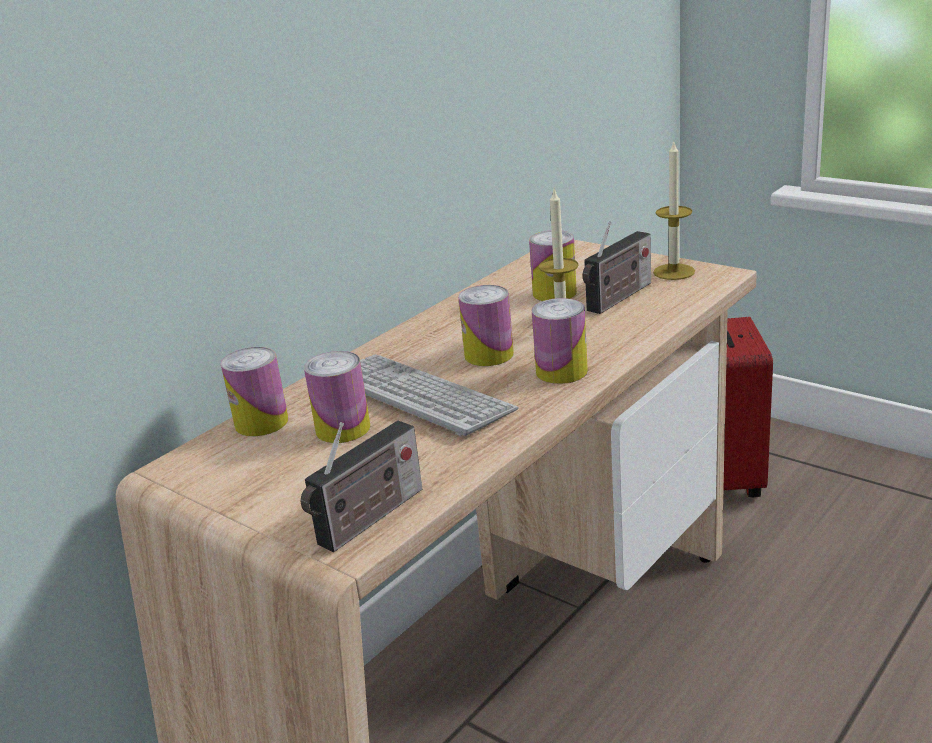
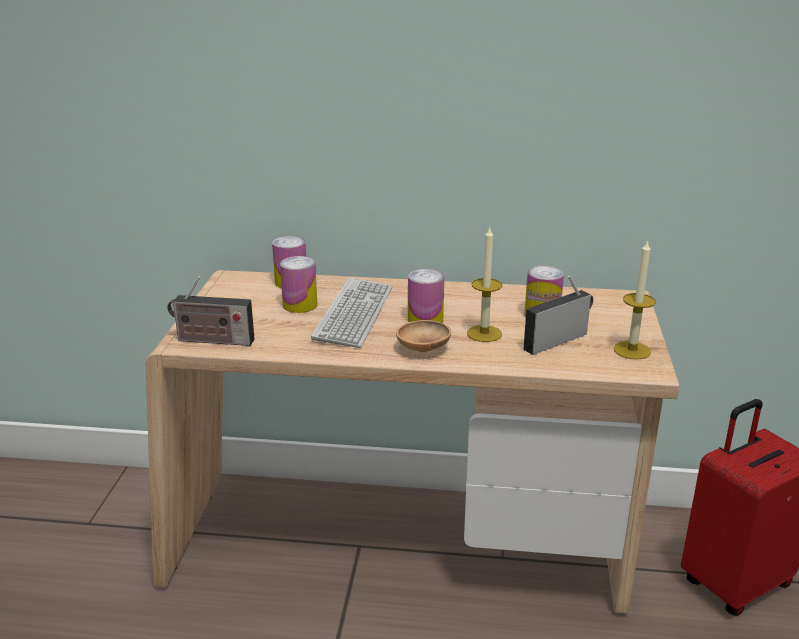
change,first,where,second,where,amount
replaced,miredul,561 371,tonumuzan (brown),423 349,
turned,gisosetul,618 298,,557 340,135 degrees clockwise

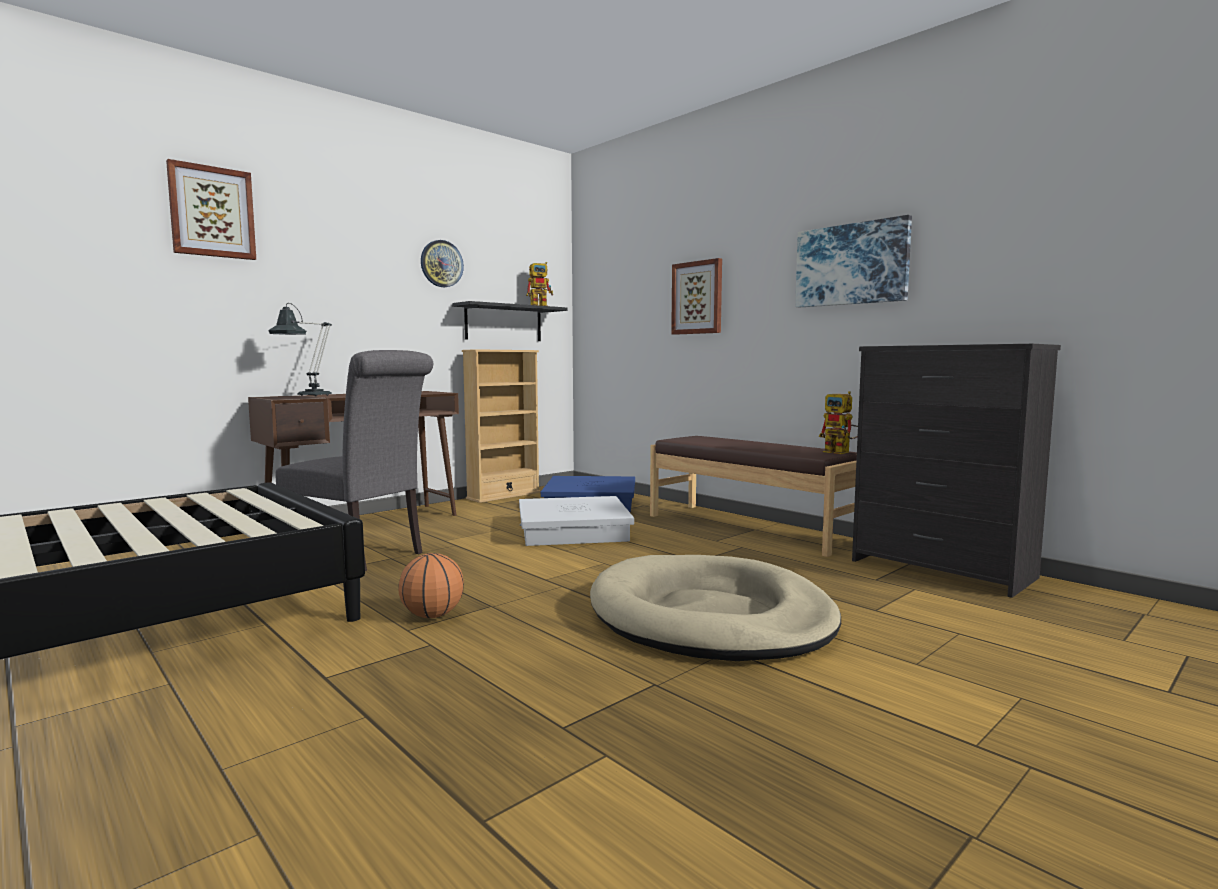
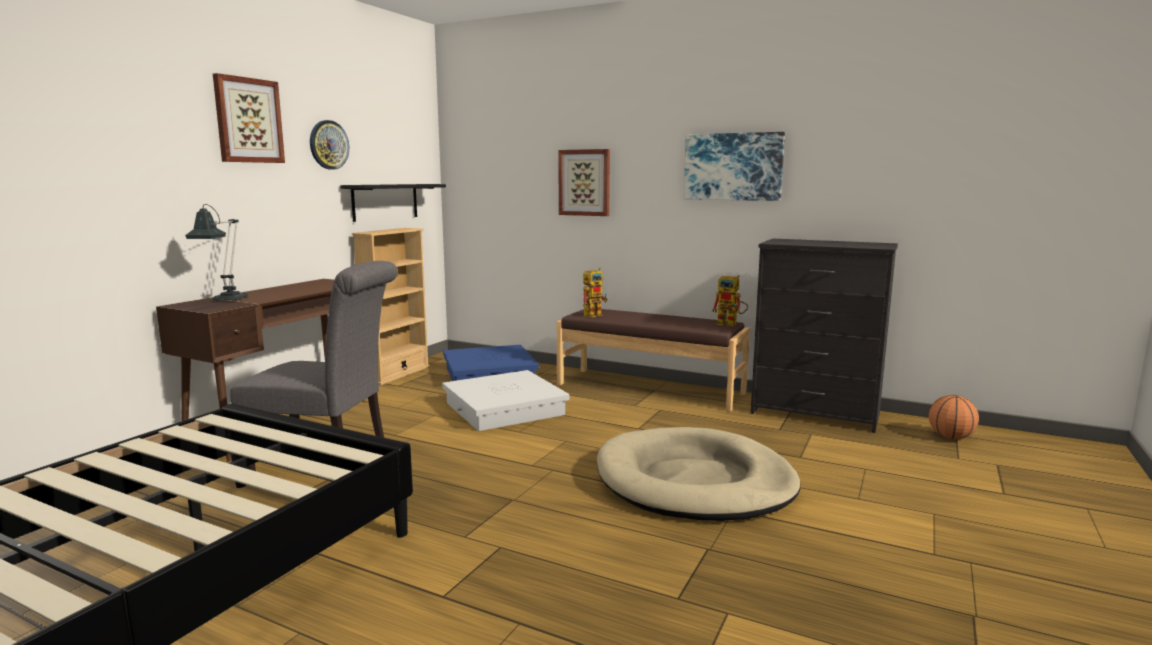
change,first,where,second,where,amount
moved,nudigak,212 212,,248 120,
moved,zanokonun,542 307,,594 314,
moved,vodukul,432 615,,950 437,

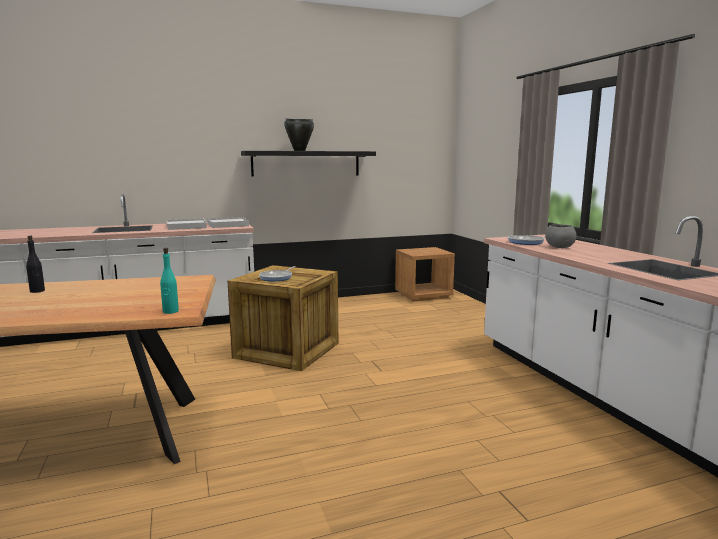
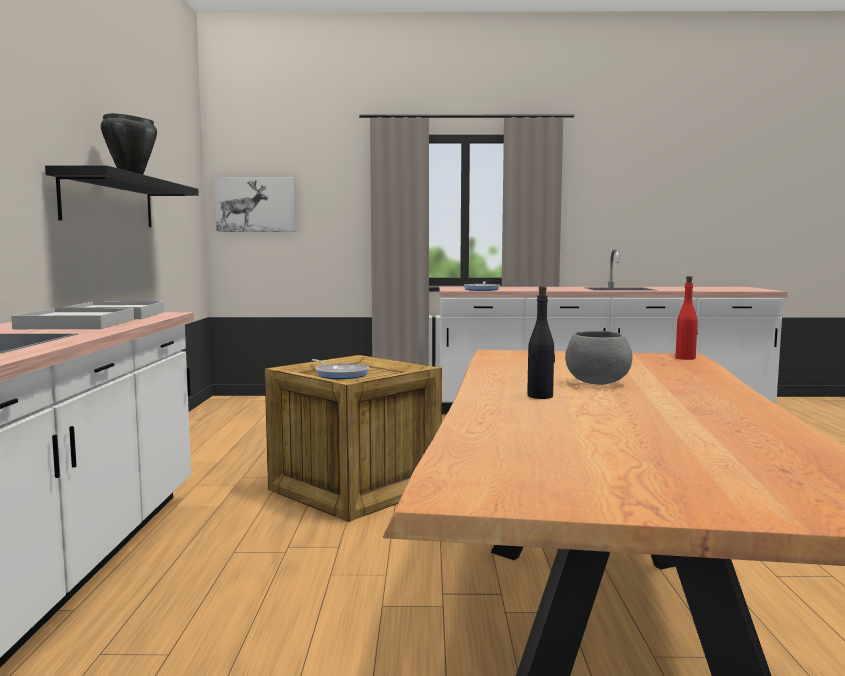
change,first,where,second,where,amount
added,,,nudigak,256 204,
moved,tonumuzan (grey),559 247,,596 382,
recoloured,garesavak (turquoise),170 311,garesavak (red),685 358,
removed,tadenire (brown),423 295,,,

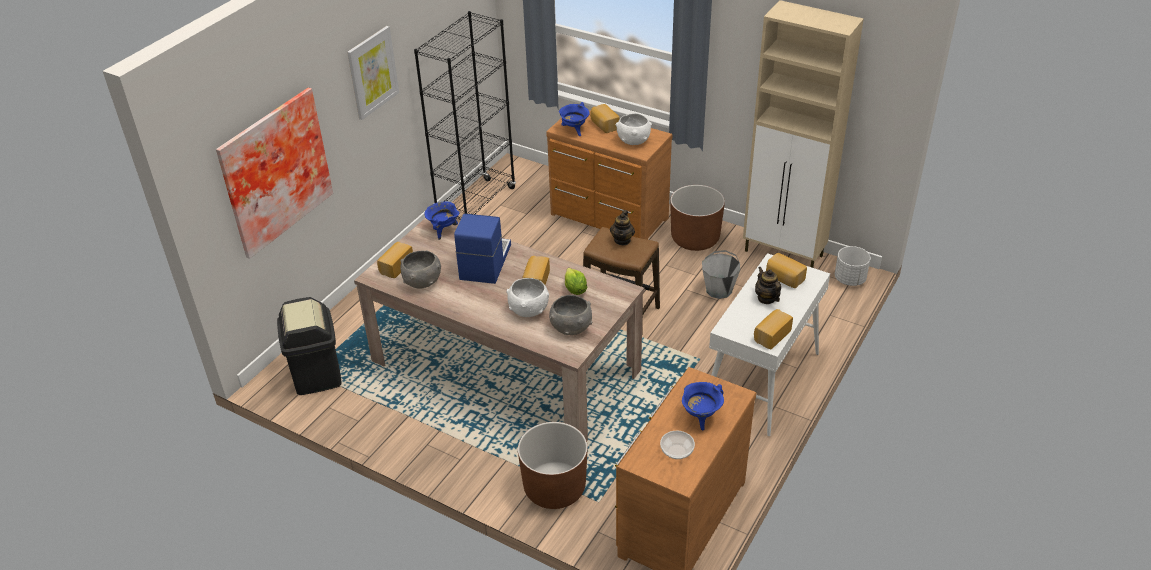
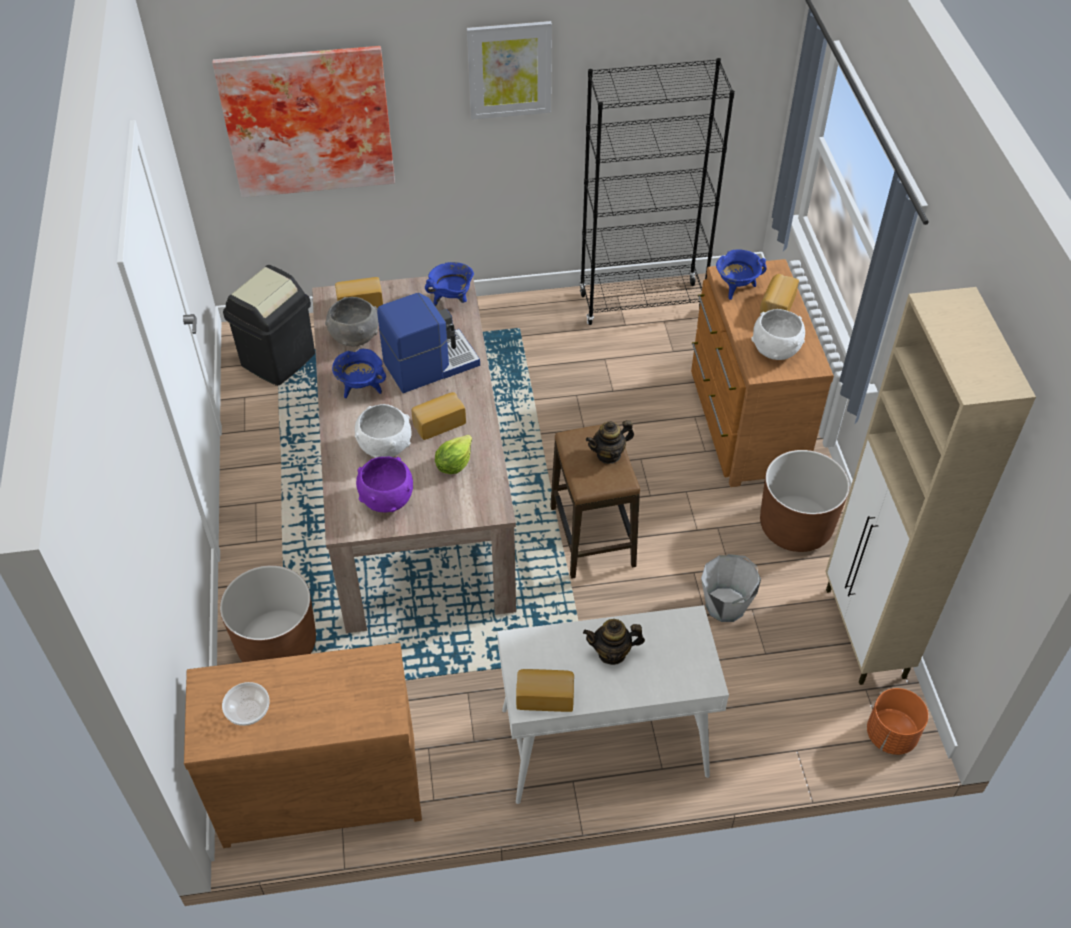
change,first,where,second,where,amount
moved,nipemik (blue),701 417,,361 388,
recoloured,tonumuzan (grey),571 328,tonumuzan (purple),387 499,
turned,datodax,766 298,,612 653,120 degrees counterclockwise
recoloured,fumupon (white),850 279,fumupon (orange),891 735,
removed,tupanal,784 278,,,

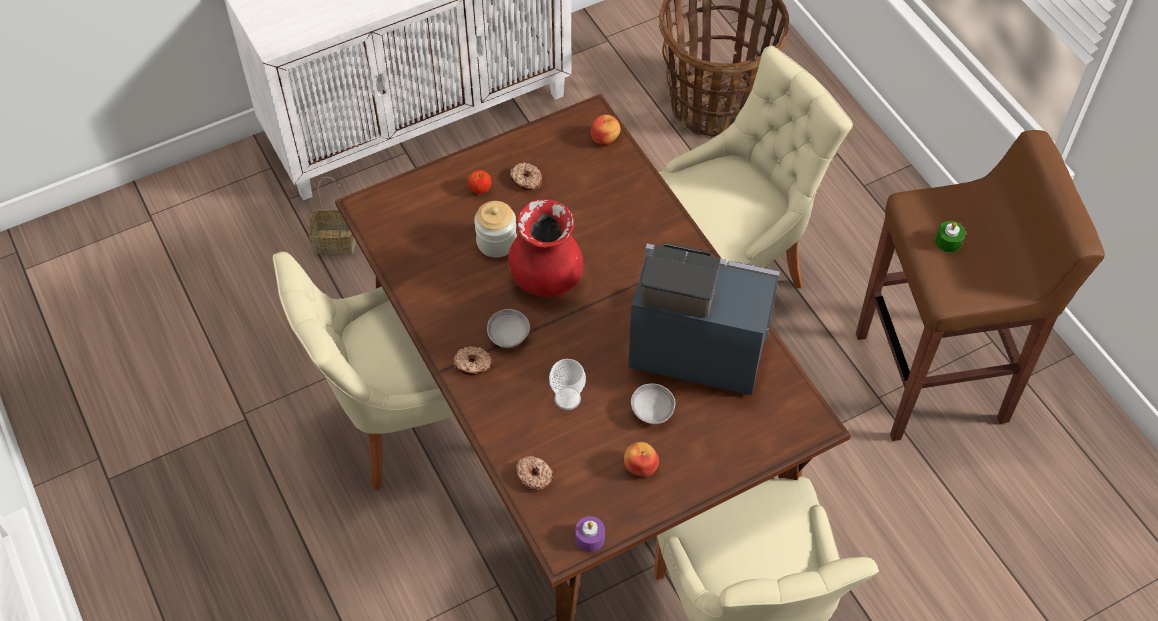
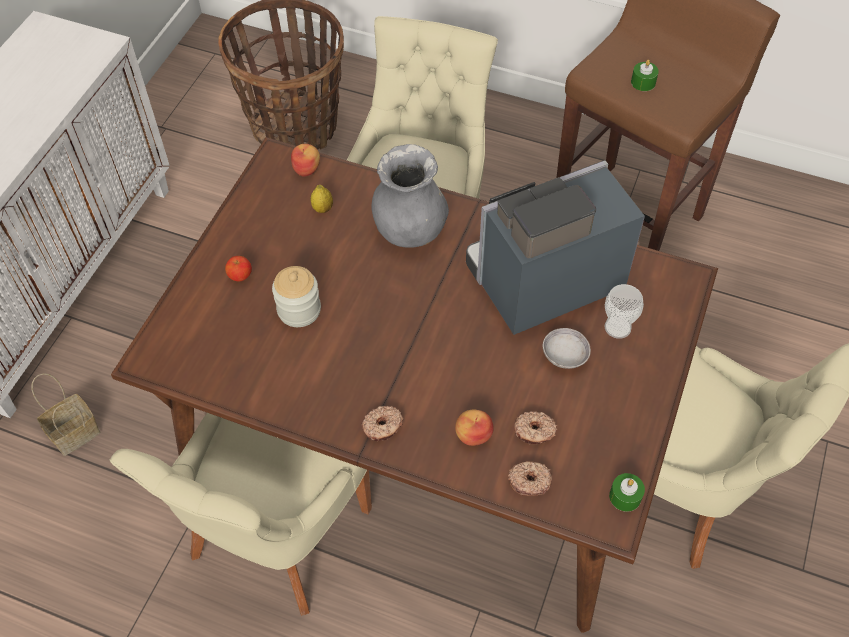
change,first,where,second,where,amount
added,,,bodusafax,322 208,
added,,,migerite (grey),409 230,
moved,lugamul,640 466,,473 434,
moved,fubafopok,526 180,,534 431,
moved,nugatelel,567 399,,617 327,
recoloured,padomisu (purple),590 538,padomisu (green),625 496,
removed,tonumuzan (grey),508 336,,,
removed,migerite (red),546 278,,,

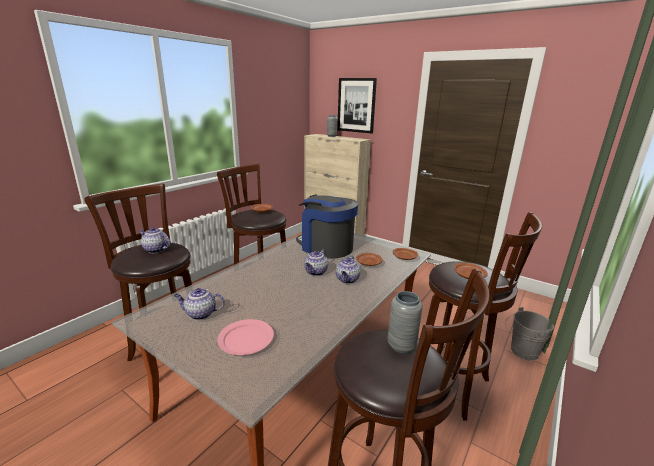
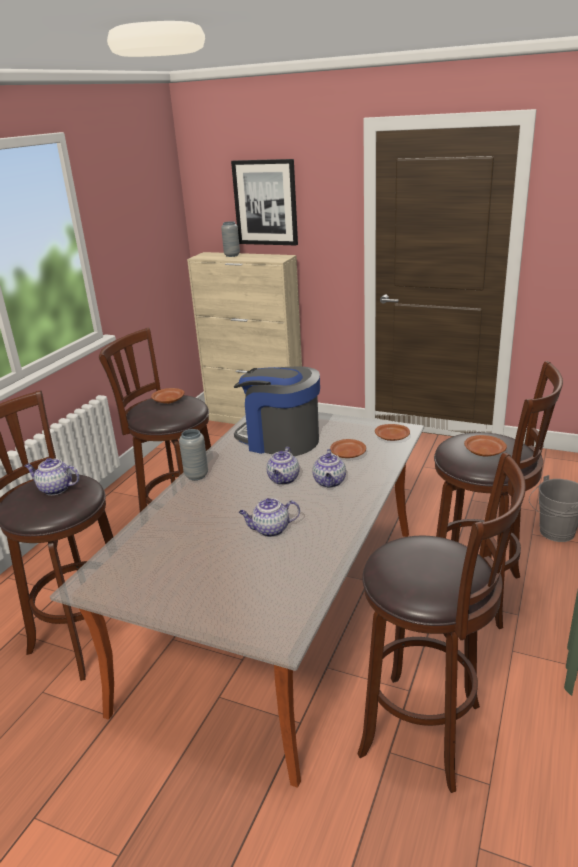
change,first,where,second,where,amount
moved,migerite (grey),401 346,,196 475,
moved,datodax,200 314,,270 530,
removed,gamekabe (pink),245 339,,,

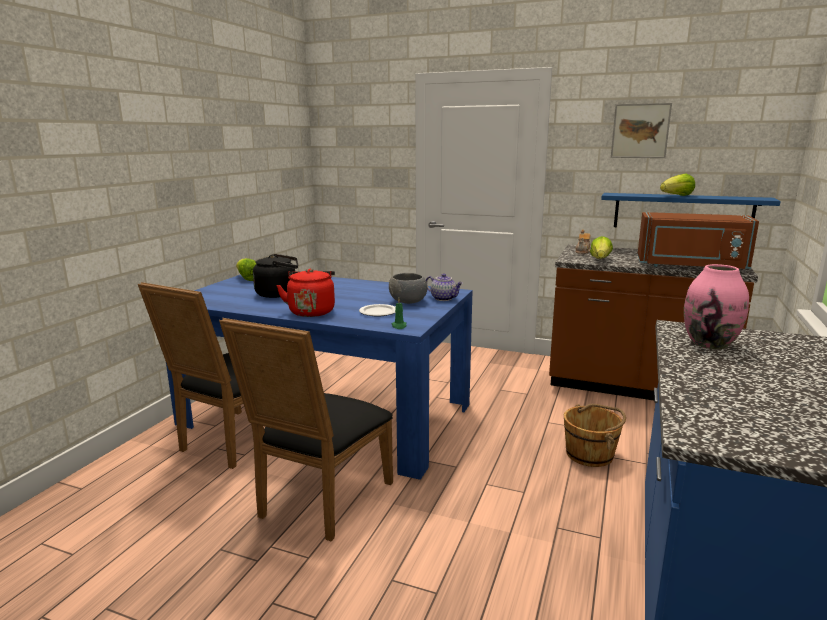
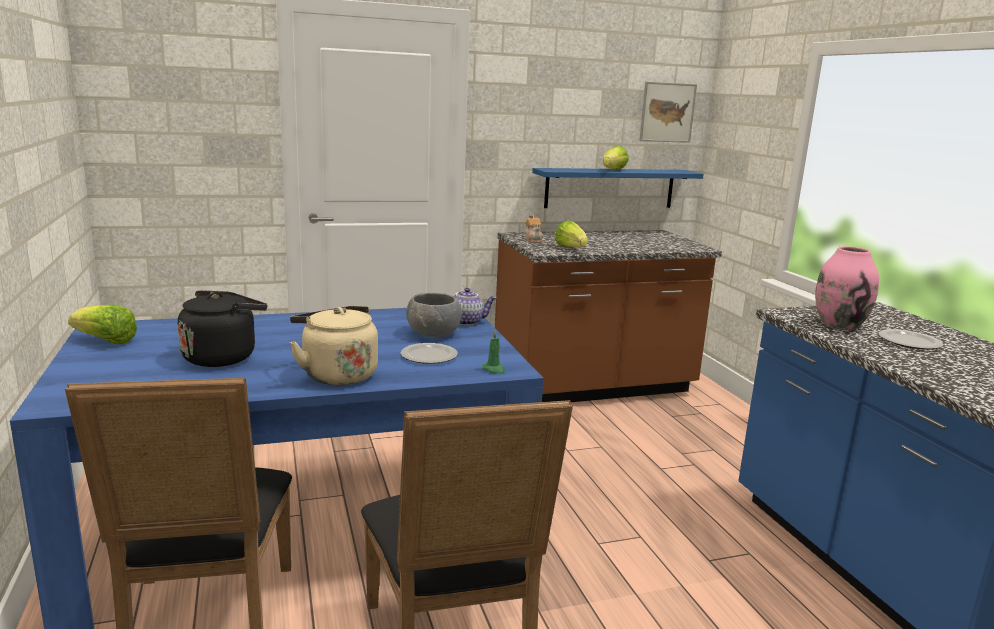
change,first,where,second,where,amount
recoloured,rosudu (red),311 311,rosudu (beige),337 374,
moved,nudigak,640 131,,667 112,
added,,,gamekabe,910 342,
removed,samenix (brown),590 454,,,
removed,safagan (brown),691 266,,,

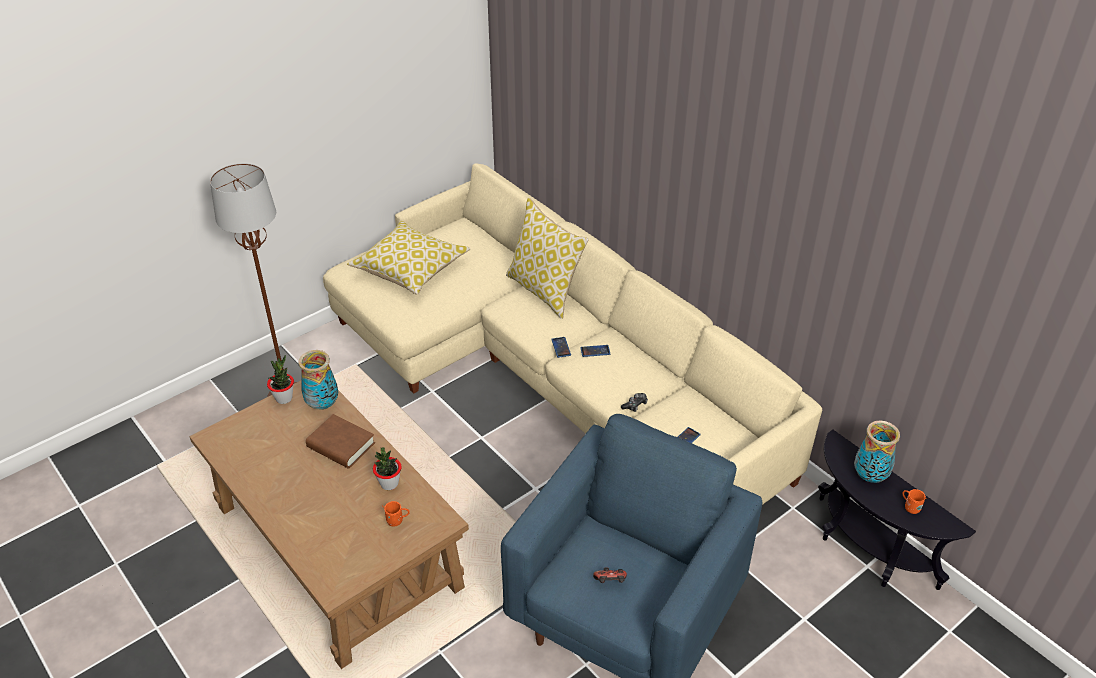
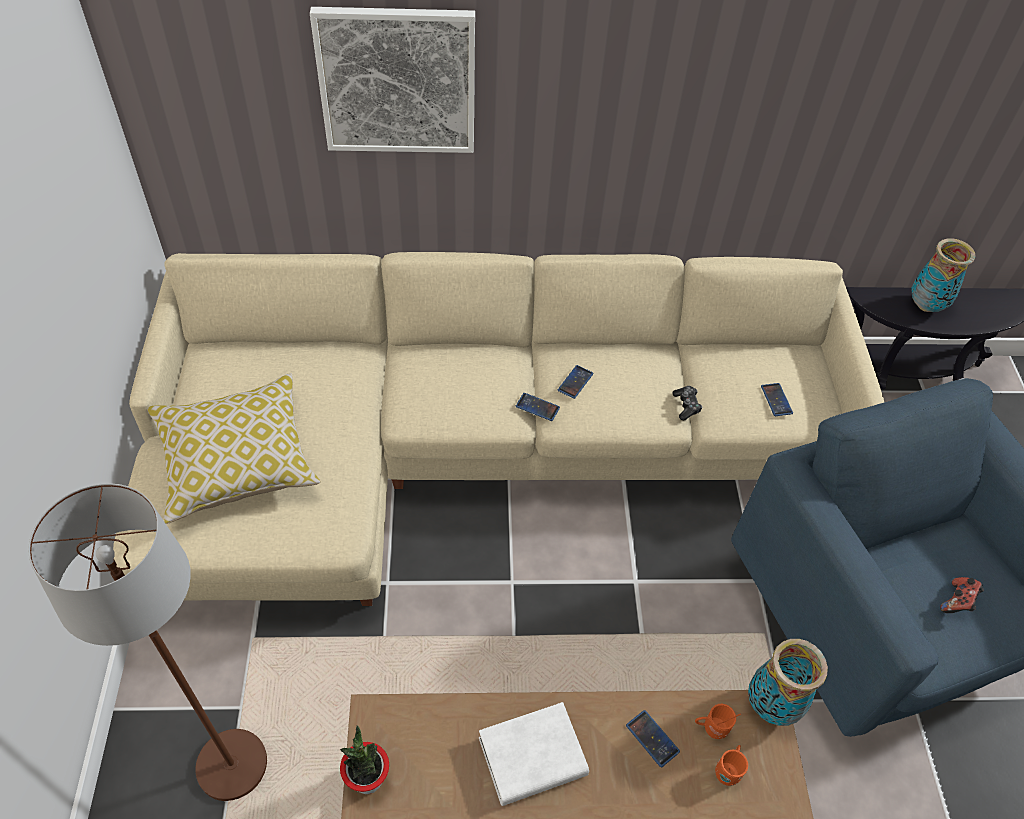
change,first,where,second,where,amount
added,,,nudigak,397 81,
recoloured,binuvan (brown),341 445,binuvan (white),532 757,
replaced,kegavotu,389 483,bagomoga,652 738,
moved,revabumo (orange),910 507,,711 728,
moved,migerite,322 404,,770 705,
removed,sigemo,545 291,,,

